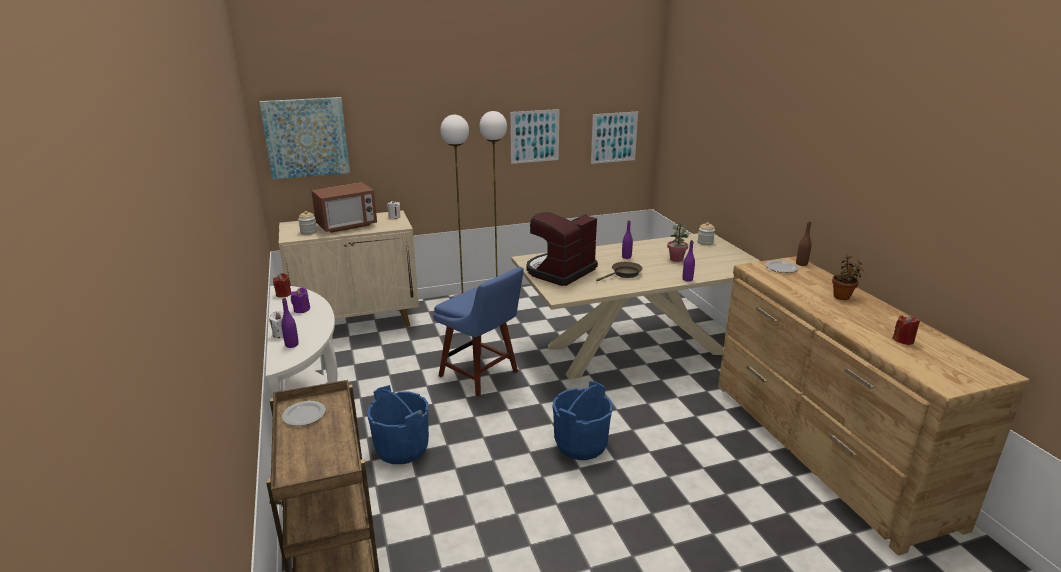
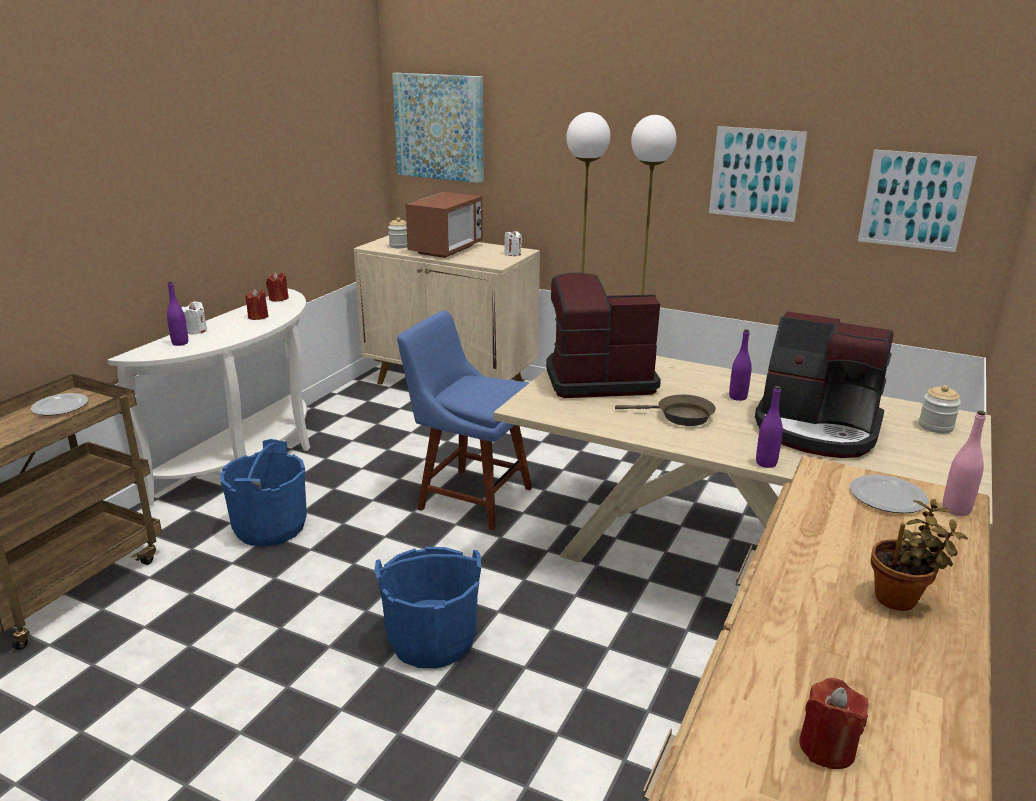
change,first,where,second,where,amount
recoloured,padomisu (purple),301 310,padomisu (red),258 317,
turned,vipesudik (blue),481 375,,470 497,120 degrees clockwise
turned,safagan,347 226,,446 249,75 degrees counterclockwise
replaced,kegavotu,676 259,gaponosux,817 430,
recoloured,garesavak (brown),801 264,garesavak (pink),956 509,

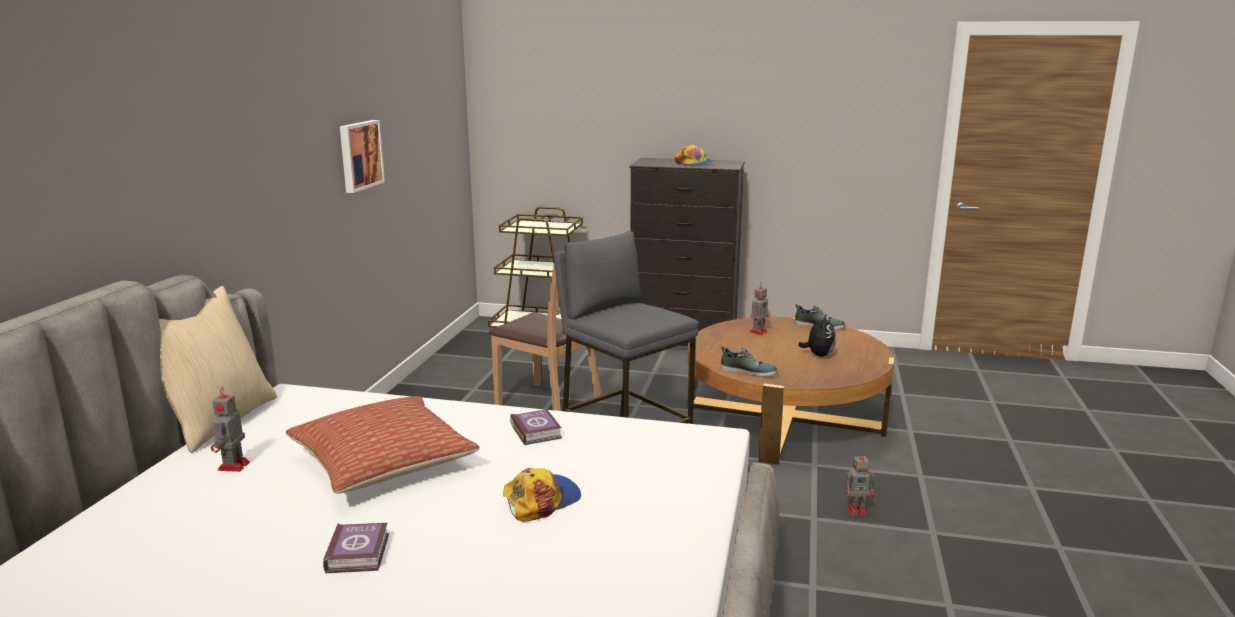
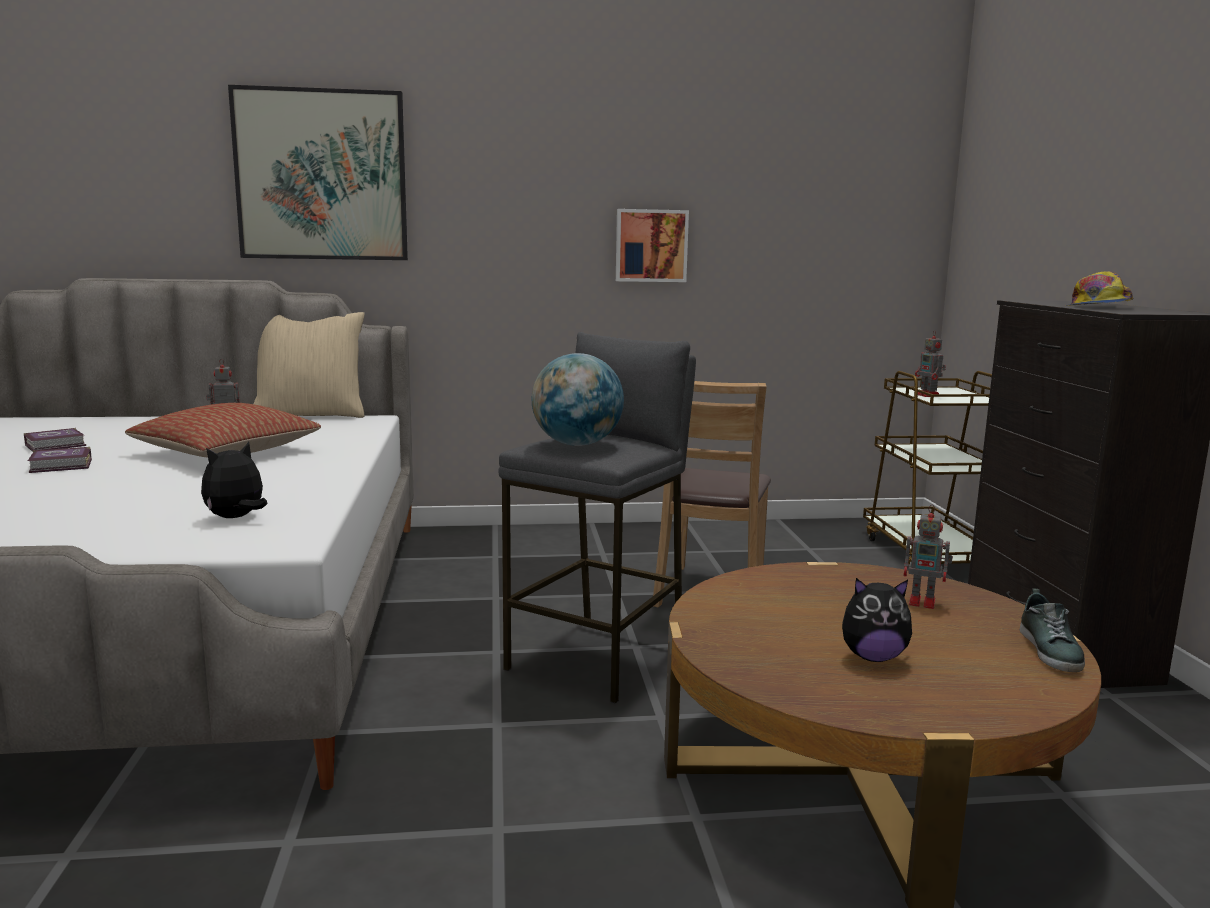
change,first,where,second,where,amount
moved,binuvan,536 431,,57 445,
added,,,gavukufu,236 518,
added,,,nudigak,322 175,
added,,,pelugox,576 444,
moved,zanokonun,857 510,,929 395,
removed,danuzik,541 500,,,
removed,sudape,748 371,,,

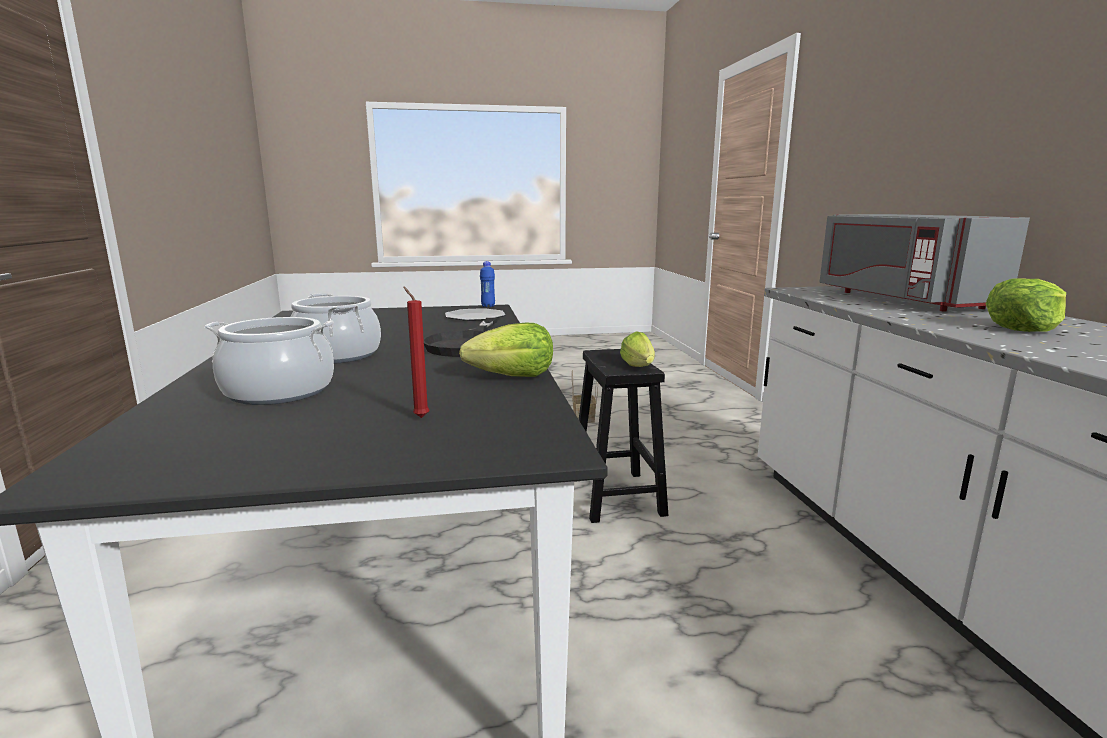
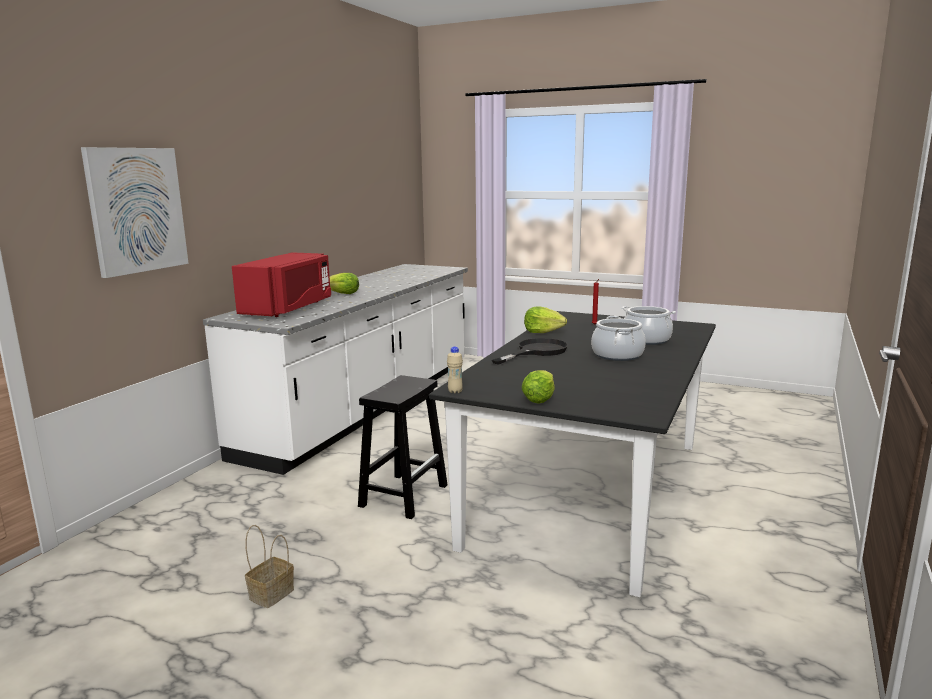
change,first,where,second,where,amount
added,,,nudigak,136 210,
recoloured,safagan (grey),900 299,safagan (red),288 309,
recoloured,garesavak (blue),488 306,garesavak (beige),455 391,
moved,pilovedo,639 366,,541 397,
removed,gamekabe,475 317,,,

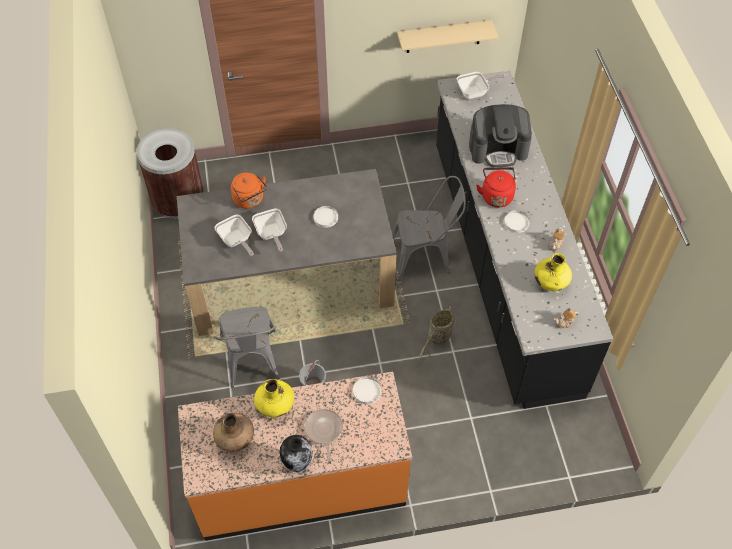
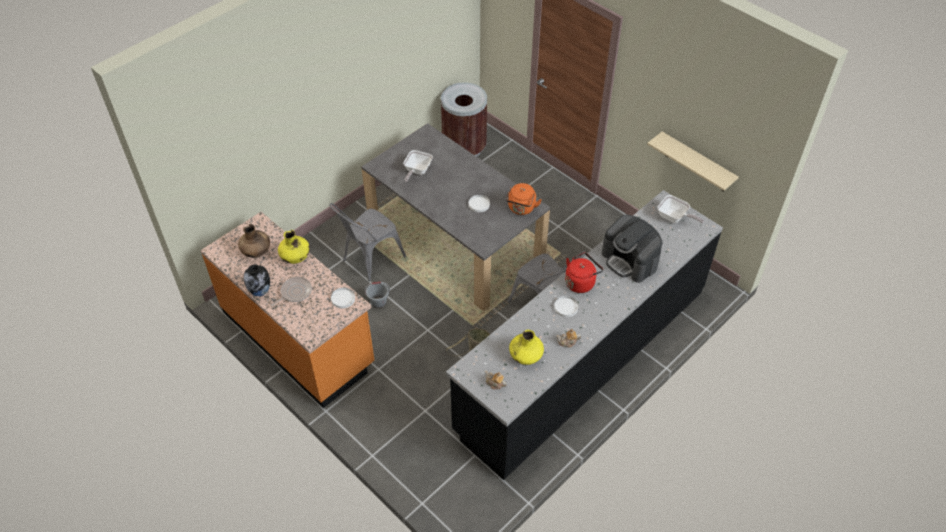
change,first,where,second,where,amount
moved,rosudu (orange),250 200,,521 208,
removed,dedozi,271 235,,,

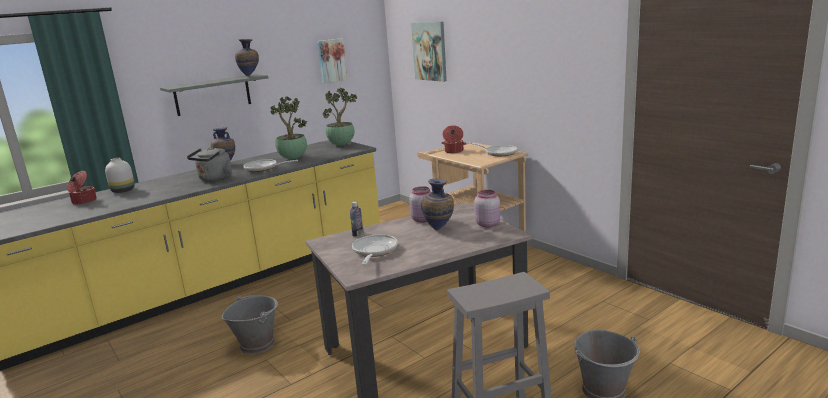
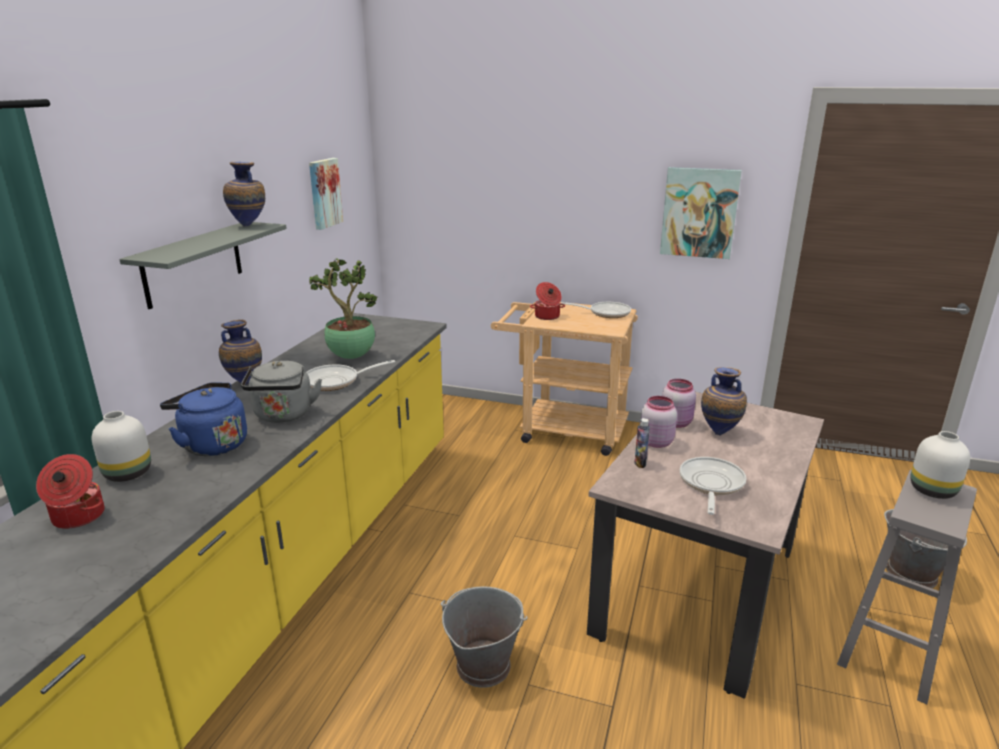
change,first,where,second,where,amount
added,,,rosudu (blue),211 444,
moved,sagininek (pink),487 224,,655 442,
moved,nudigak,430 51,,699 212,
turned,dedozi,374 251,,710 485,45 degrees clockwise
added,,,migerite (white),932 491,
removed,kegavotu,342 144,,,

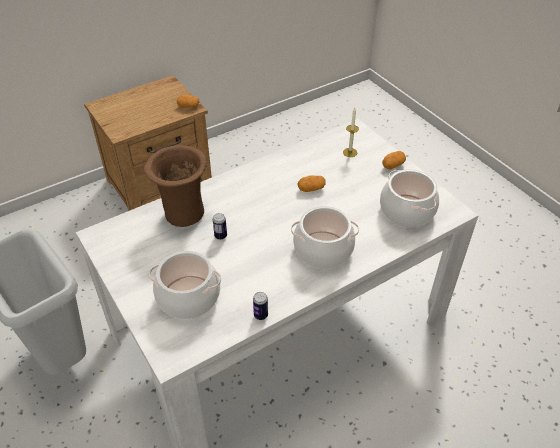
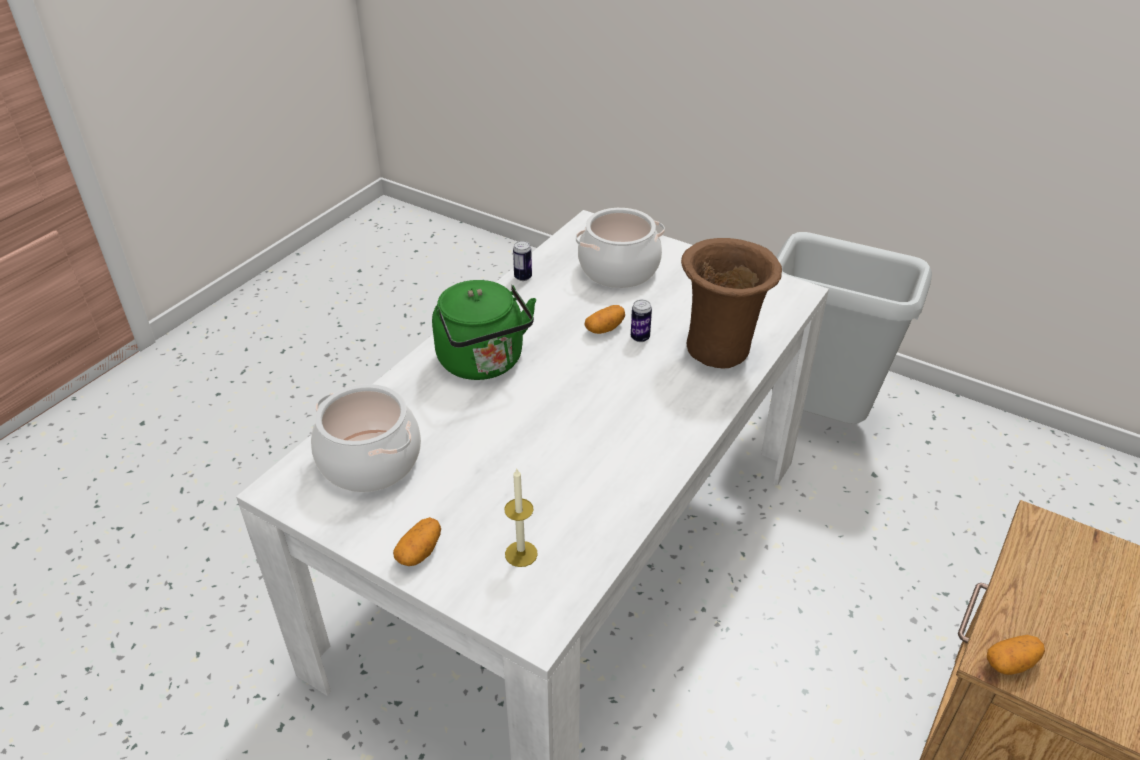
change,first,where,second,where,amount
replaced,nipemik,323 250,rosudu (green),484 363,
moved,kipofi,311 189,,605 328,

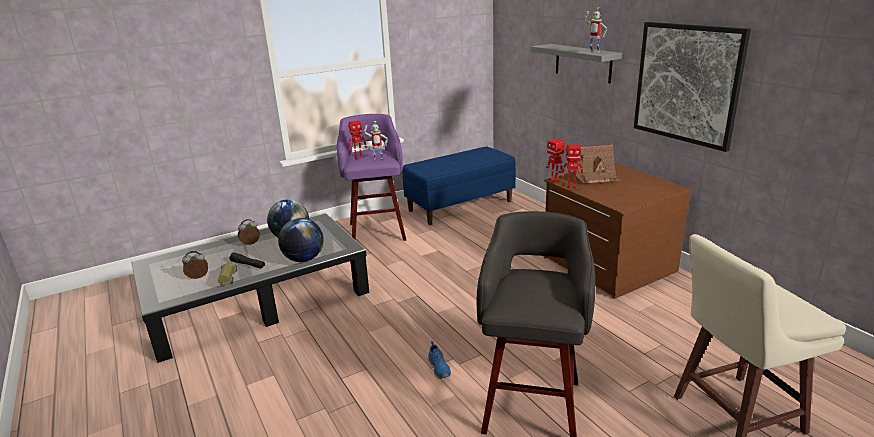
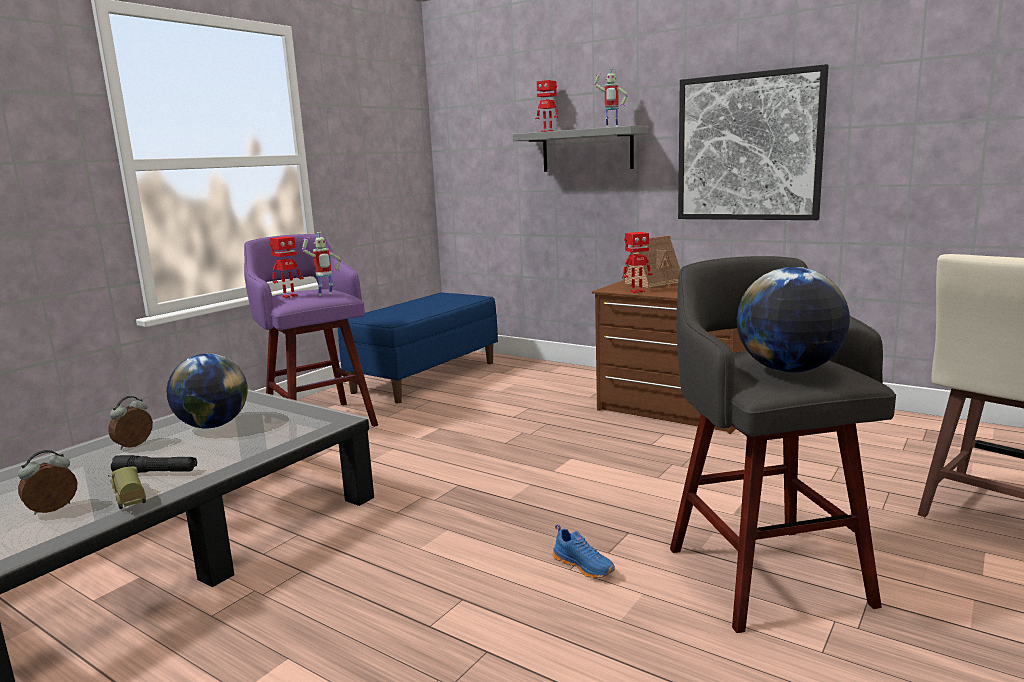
change,first,where,second,where,amount
moved,zanokonun,554 180,,547 132,
moved,pelugox,304 259,,788 370,

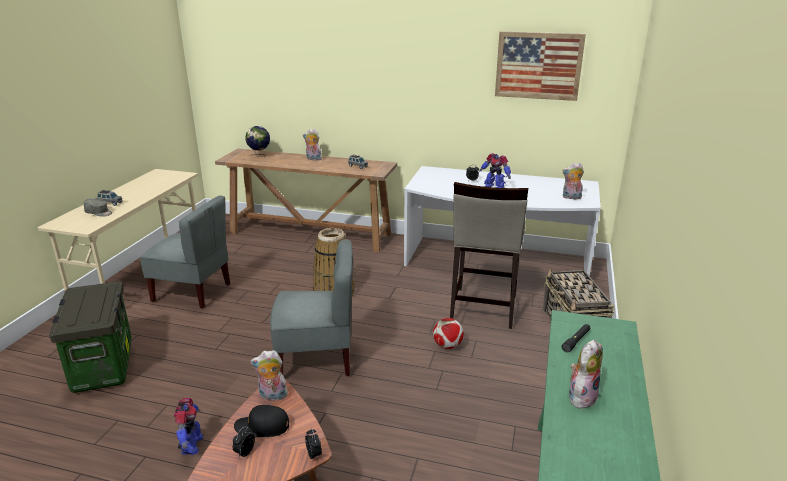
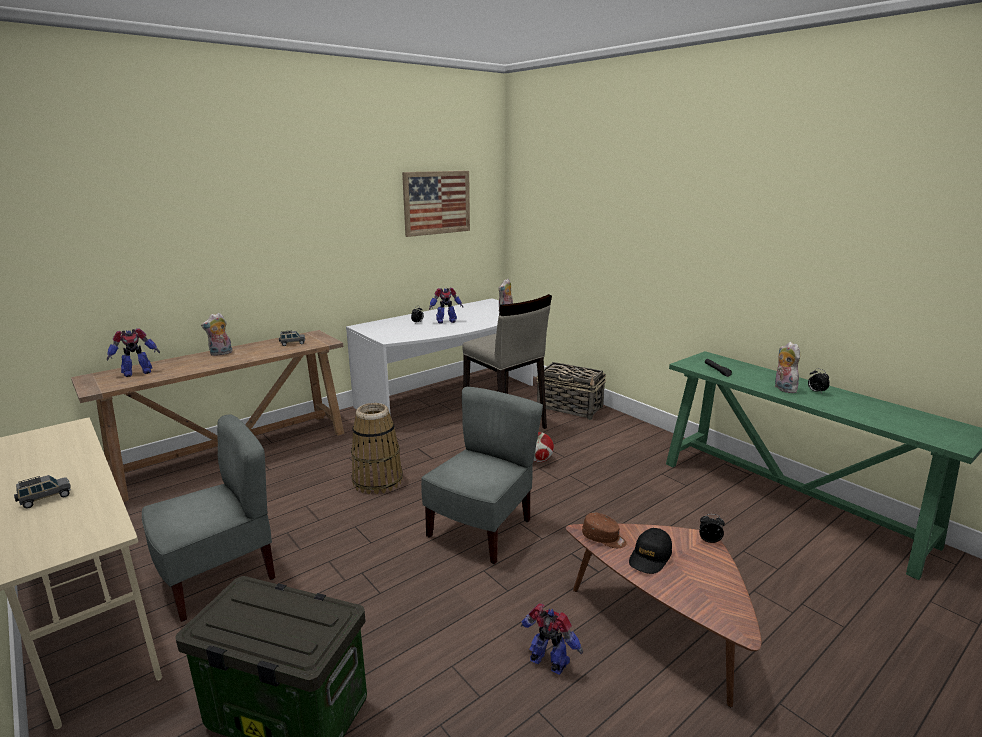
change,first,where,second,where,amount
replaced,pelugox,259 156,zanokonun,137 372,
replaced,gavukufu,272 396,danuzik (brown),604 538,
moved,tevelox,244 452,,816 392,
removed,danuzik (grey),99 213,,,

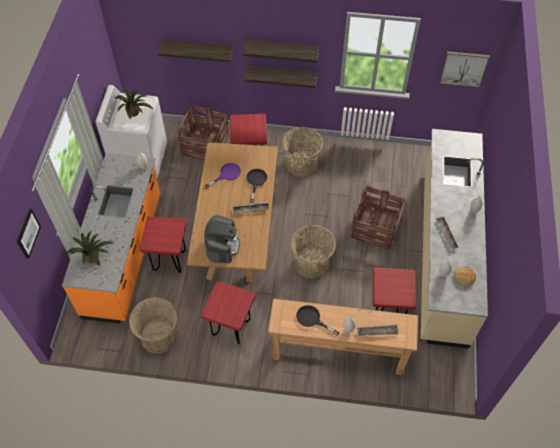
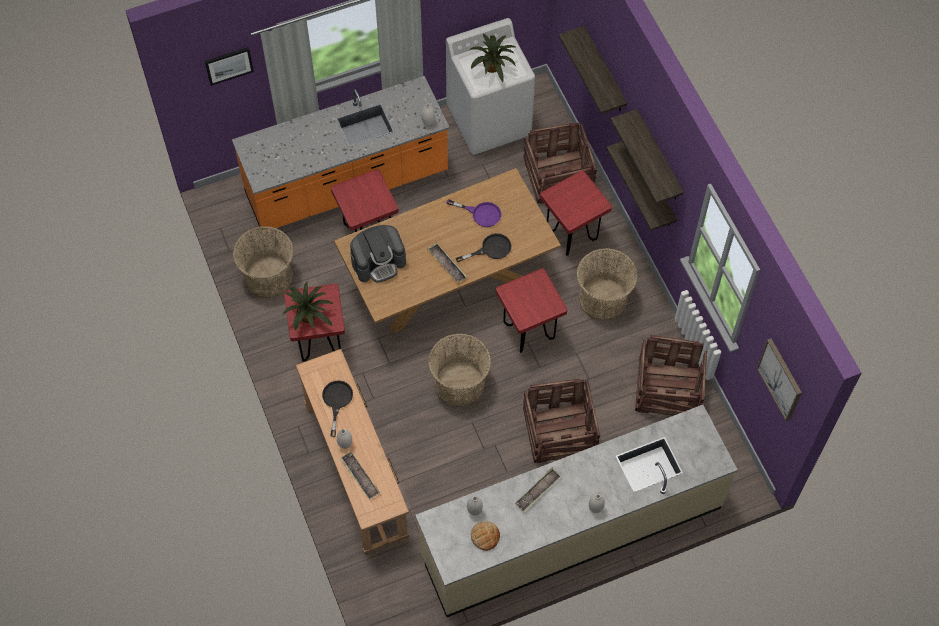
change,first,where,second,where,amount
moved,kegavotu,93 257,,309 316,
moved,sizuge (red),387 311,,528 332,
added,,,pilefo,667 389,

